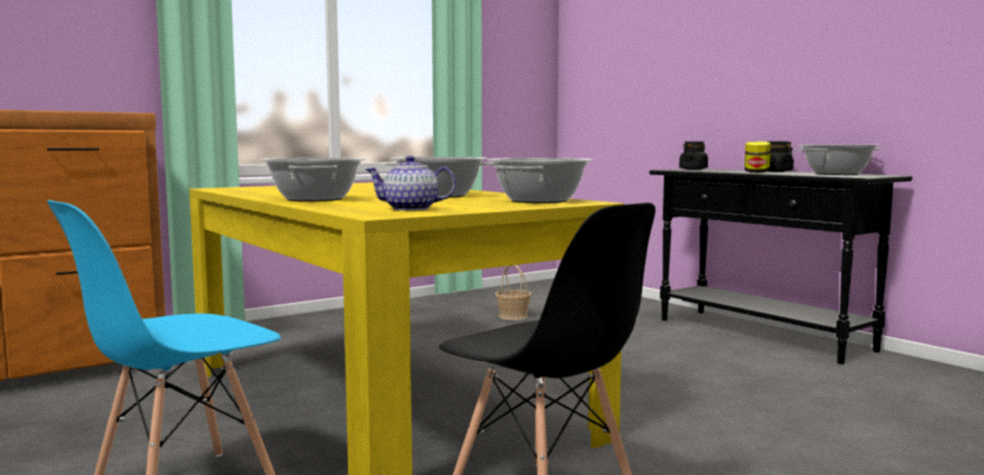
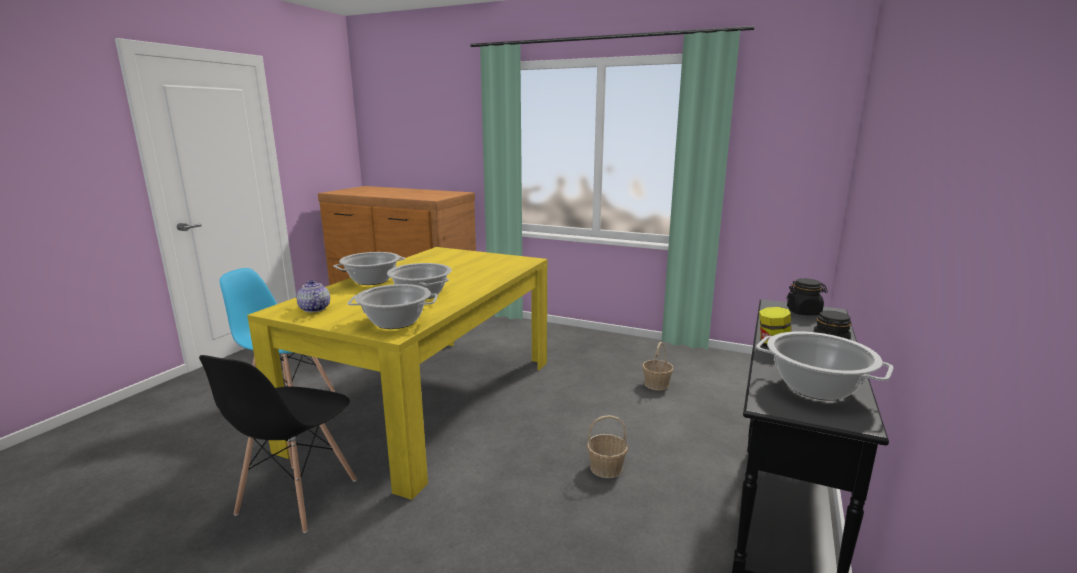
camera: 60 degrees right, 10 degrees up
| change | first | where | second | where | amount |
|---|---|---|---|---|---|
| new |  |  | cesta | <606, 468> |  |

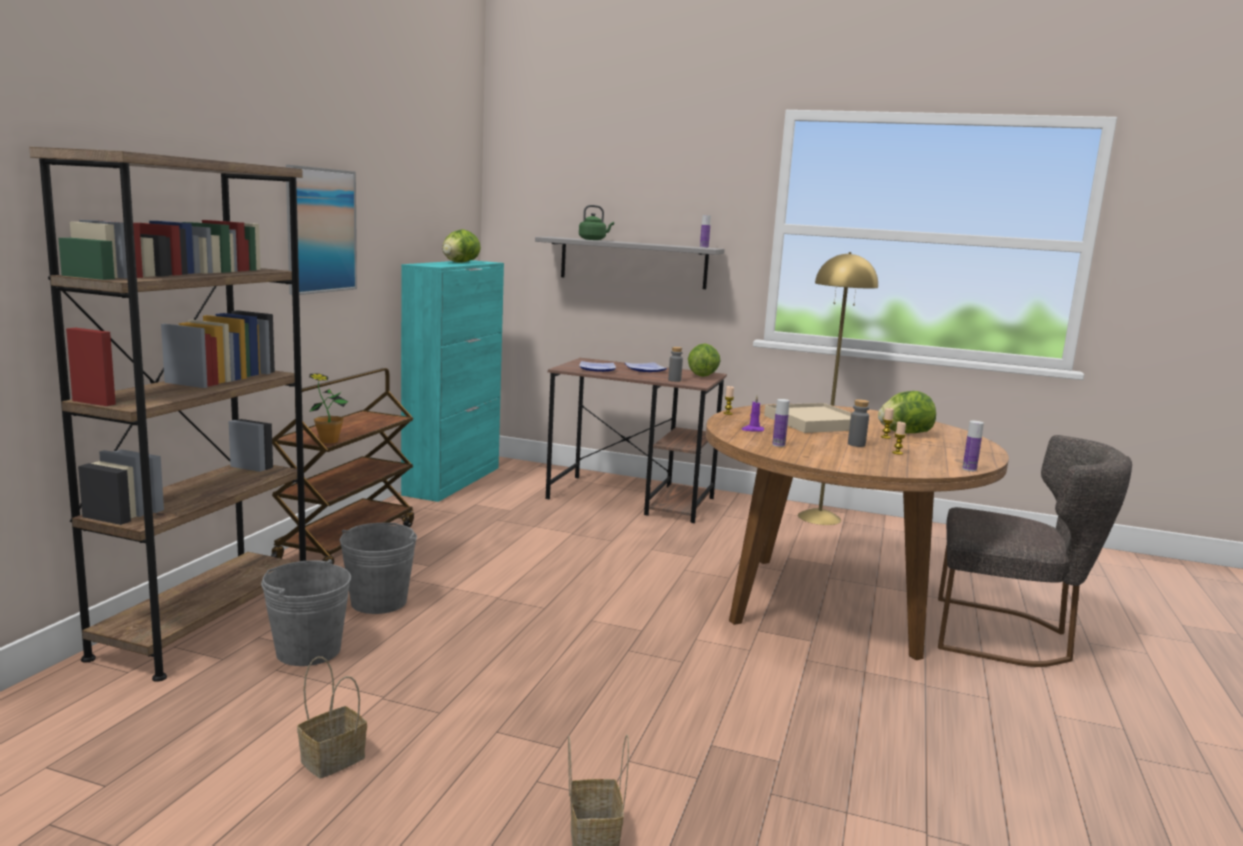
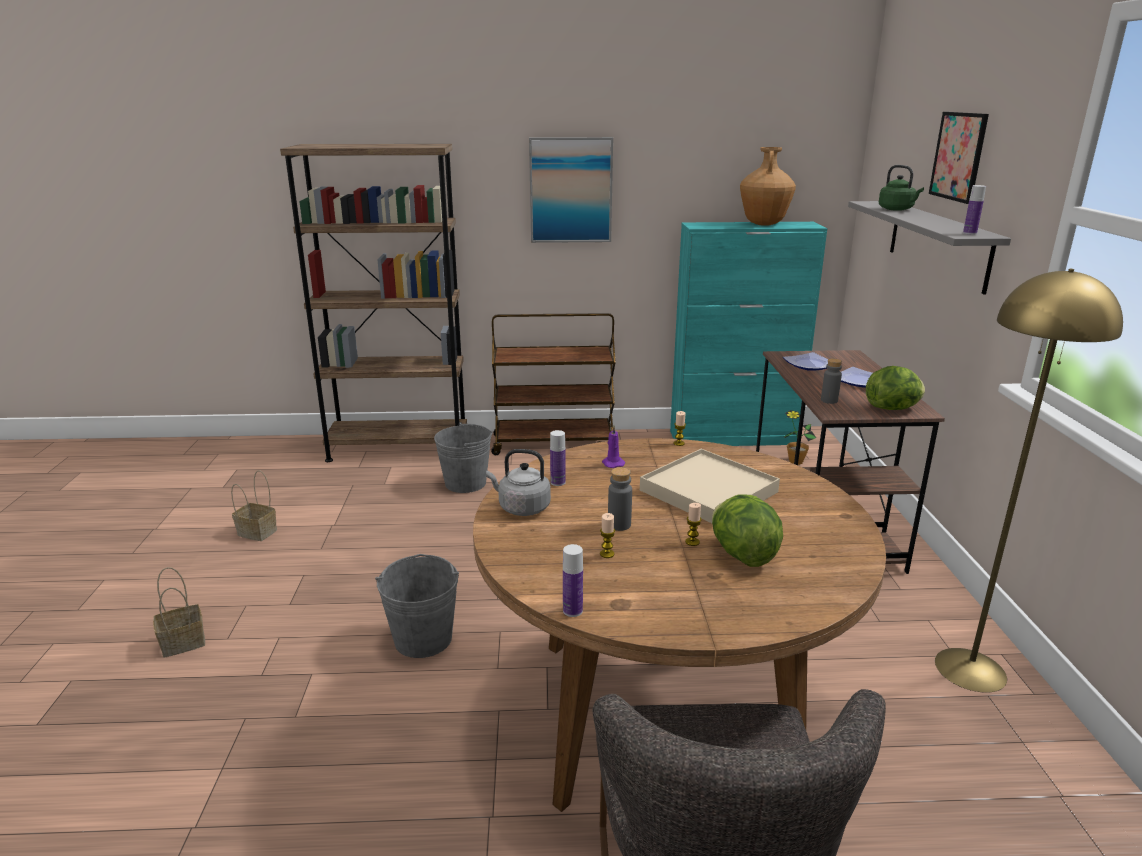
camera: 70 degrees right, 10 degrees up
| change | first | where | second | where | amount |
|---|---|---|---|---|---|
| shifted | cubo [gris] | <308, 651> |  | <423, 639> |  |
| shifted | planta en maceta | <329, 441> |  | <795, 462> |  |
| swapped | lechuga | <459, 262> | florero [marrón] | <763, 224> |  |
| new |  |  | hervidor [gris] | <521, 508> |  |
| new |  |  | cuadro | <958, 156> |  |

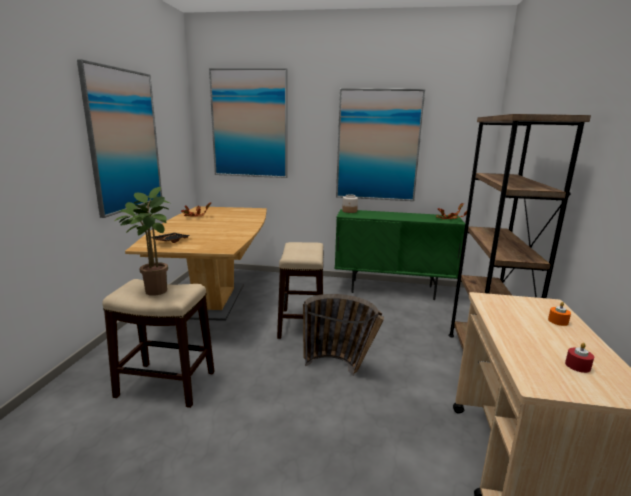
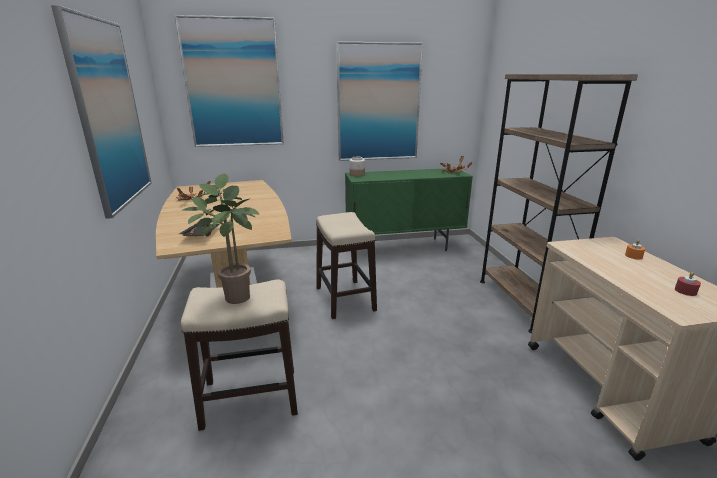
camera: 20 degrees left, 5 degrees up
| change | first | where | second | where | amount |
|---|---|---|---|---|---|
| gone | cesta | <341, 368> |  |  |  |

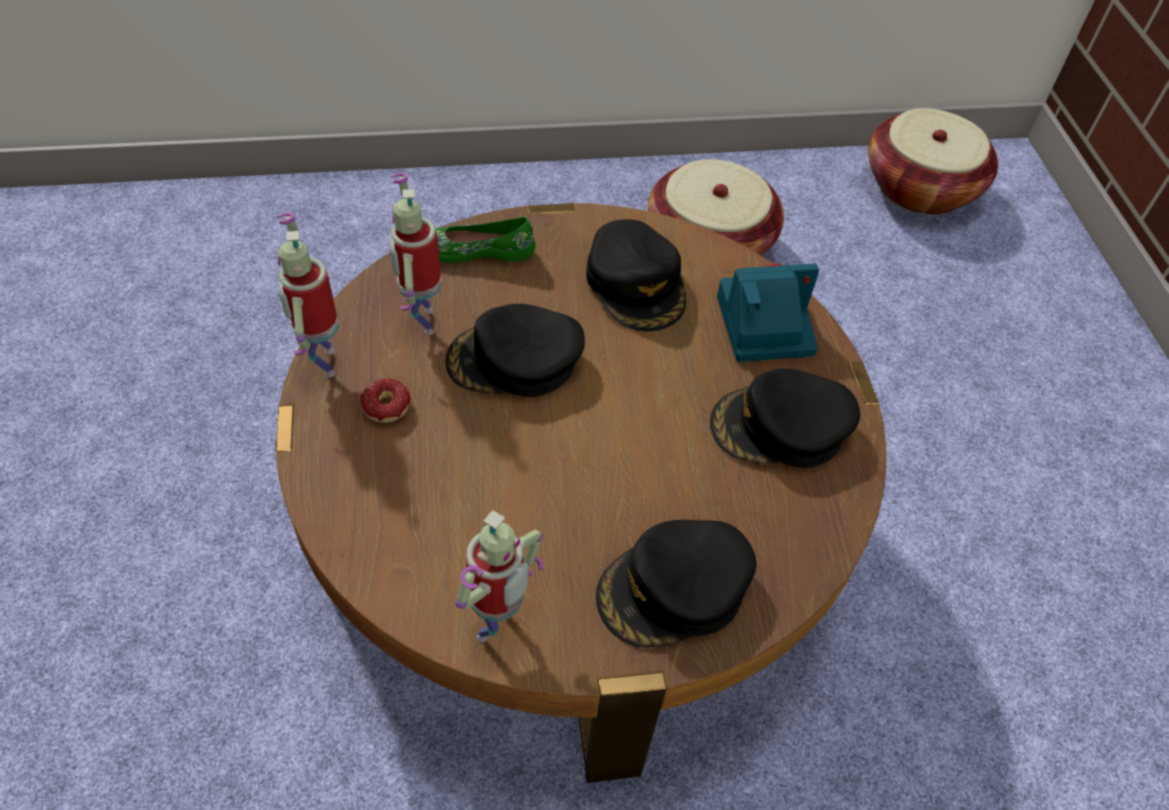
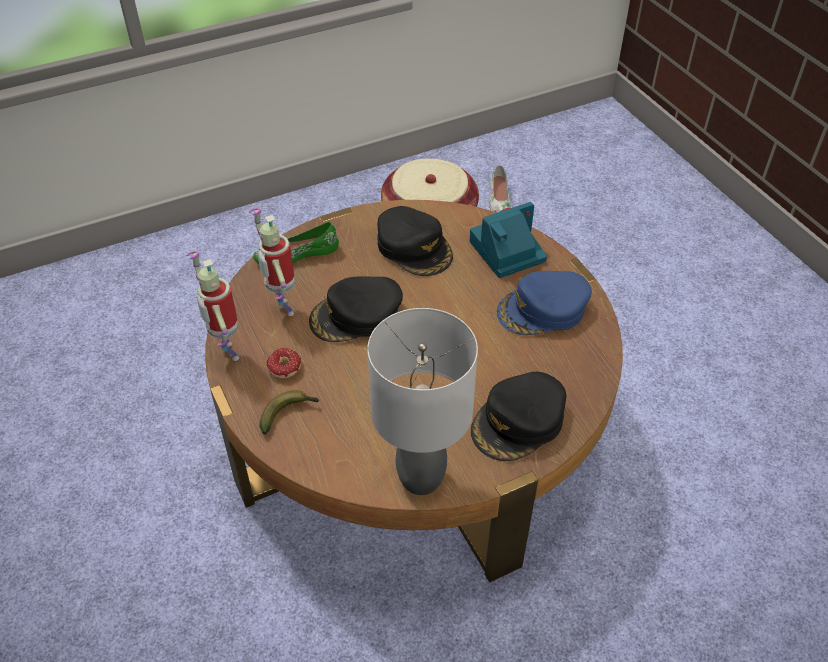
camera: 15 degrees left, 5 degrees down
| change | first | where | second | where | amount |
|---|---|---|---|---|---|
| swapped | robot de juguete | <498, 628> | lámpara de mesa [gris] | <420, 477> |  |
| repainted | gorra [negro] | <781, 427> | gorra [azul] | <543, 310> |  |
| gone | cesta | <920, 188> |  |  |  |
| new |  |  | plátano | <288, 413> |  |
| new |  |  | zapato [blanco] | <499, 201> |  |

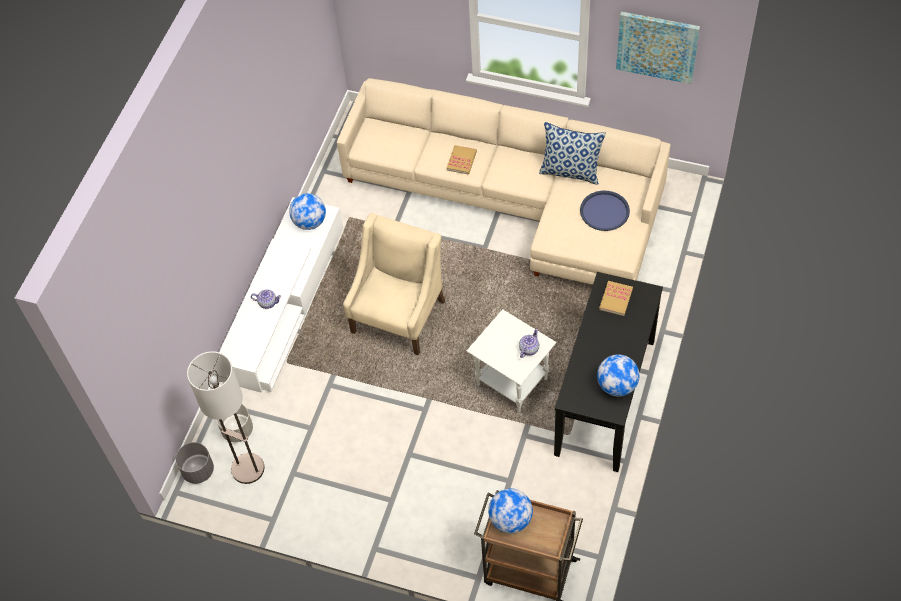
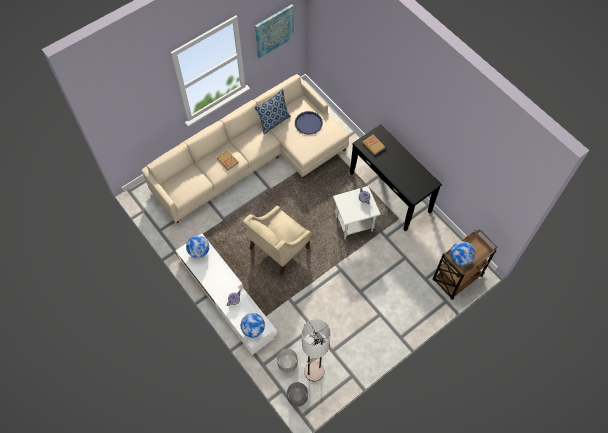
camera: 60 degrees left, 5 degrees up
| change | first | where | second | where | amount |
|---|---|---|---|---|---|
| rotated | sillón [beis] | <399, 316> |  | <278, 249> | 105 degrees counterclockwise |
| shifted | globo terráqueo | <617, 385> |  | <253, 329> |  |

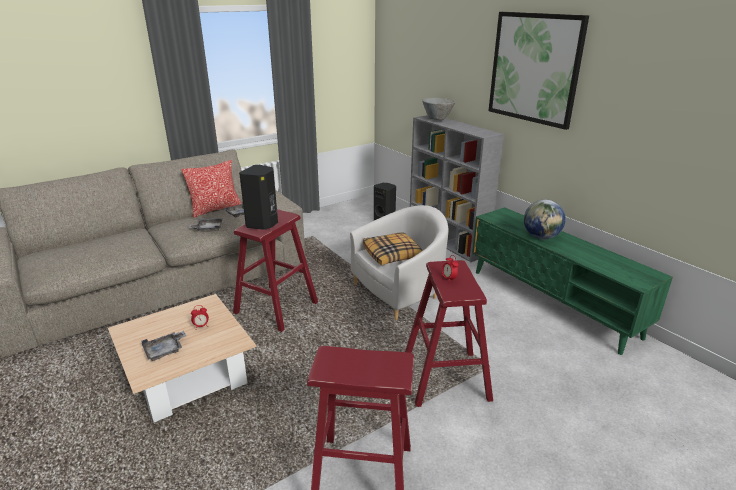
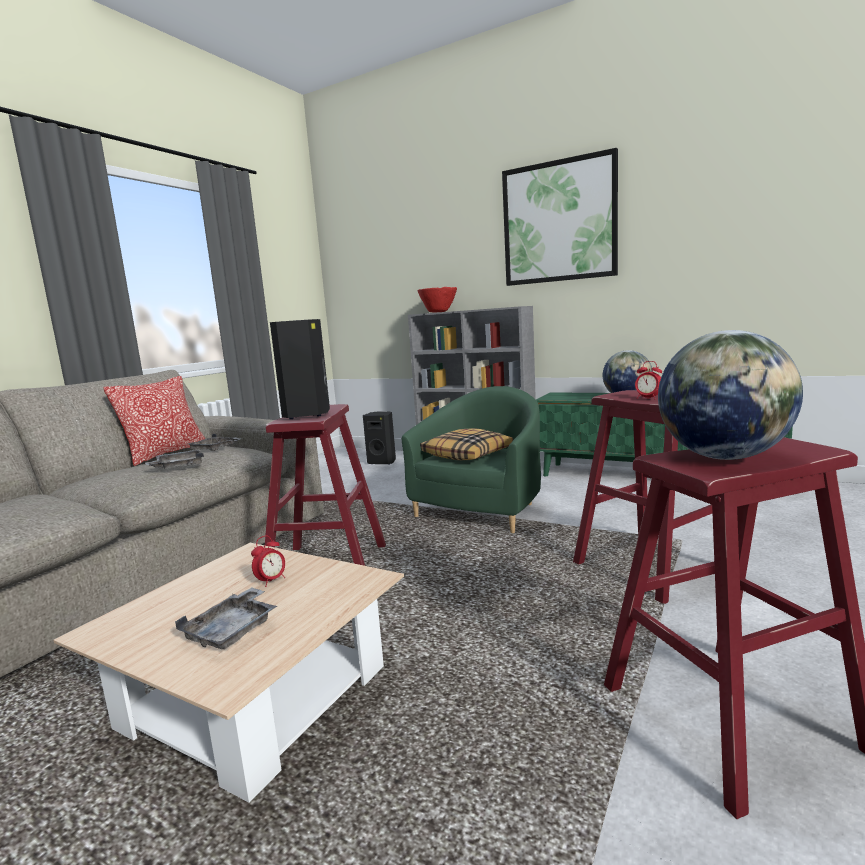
camera: 25 degrees left, 15 degrees down
| change | first | where | second | where | amount |
|---|---|---|---|---|---|
| repainted | sillón [blanco] | <400, 292> | sillón [verde] | <482, 510> |  |
| repainted | cuenco [gris] | <437, 119> | cuenco [rojo] | <438, 312> |  |
| new |  |  | globo terráqueo | <724, 457> |  |

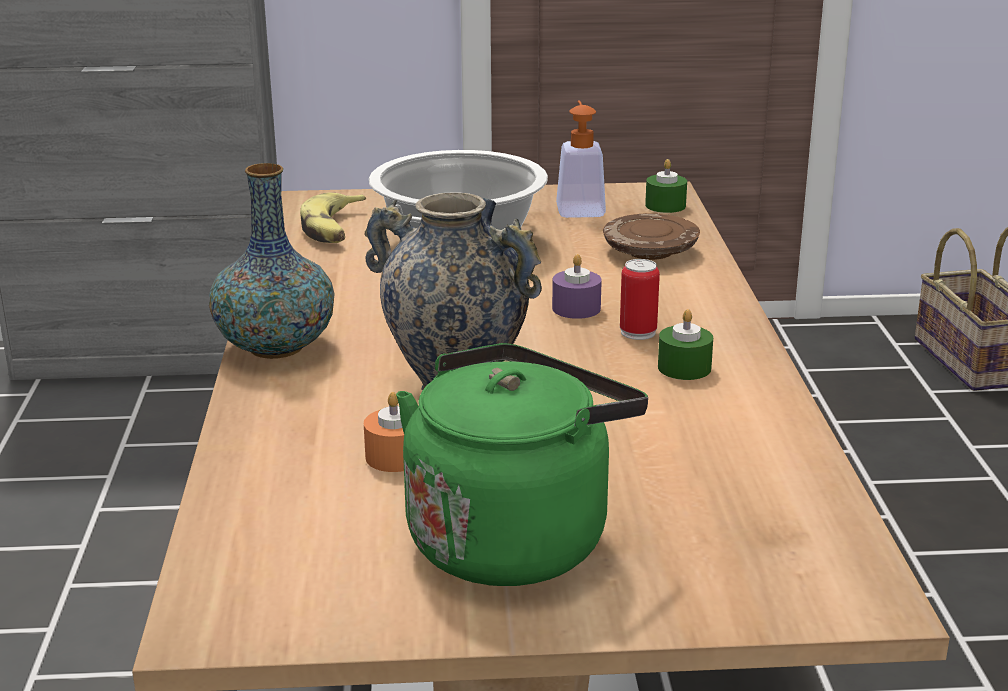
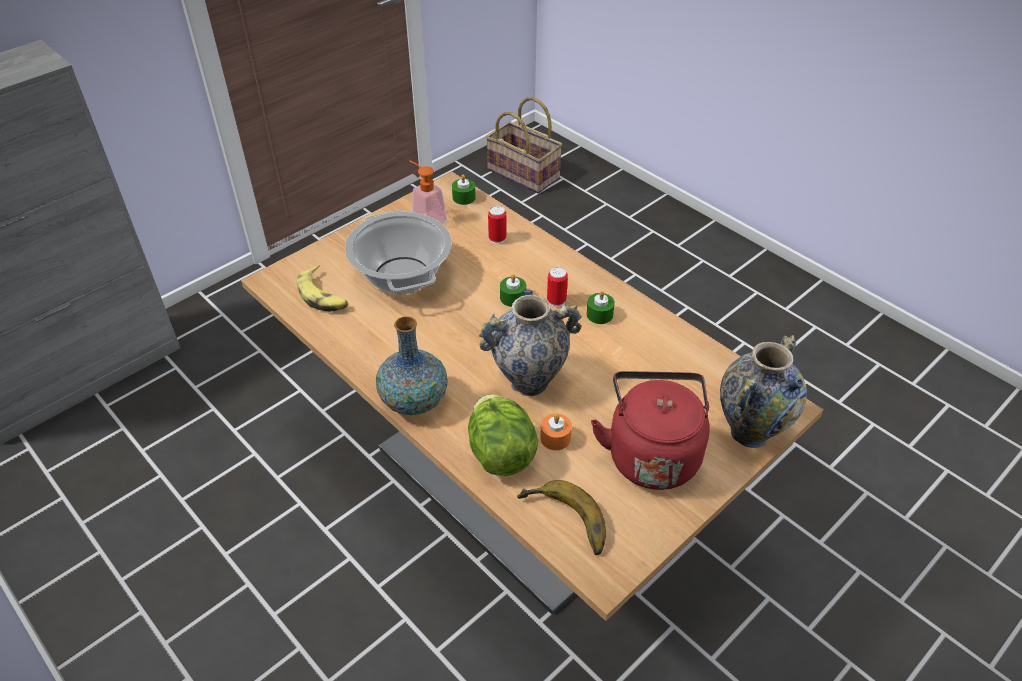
camera: 40 degrees left, 20 degrees up
| change | first | where | second | where | amount |
|---|---|---|---|---|---|
| repainted | hervidor [verde] | <514, 537> | hervidor [rojo] | <651, 453> |  |
| repainted | vela [morado] | <576, 308> | vela [verde] | <513, 298> |  |
| swapped | plato [marrón] | <650, 251> | lata | <497, 238> |  |
| new |  |  | lechuga | <500, 453> |  |
| new |  |  | plátano | <563, 524> |  |
| new |  |  | florero | <750, 432> |  |

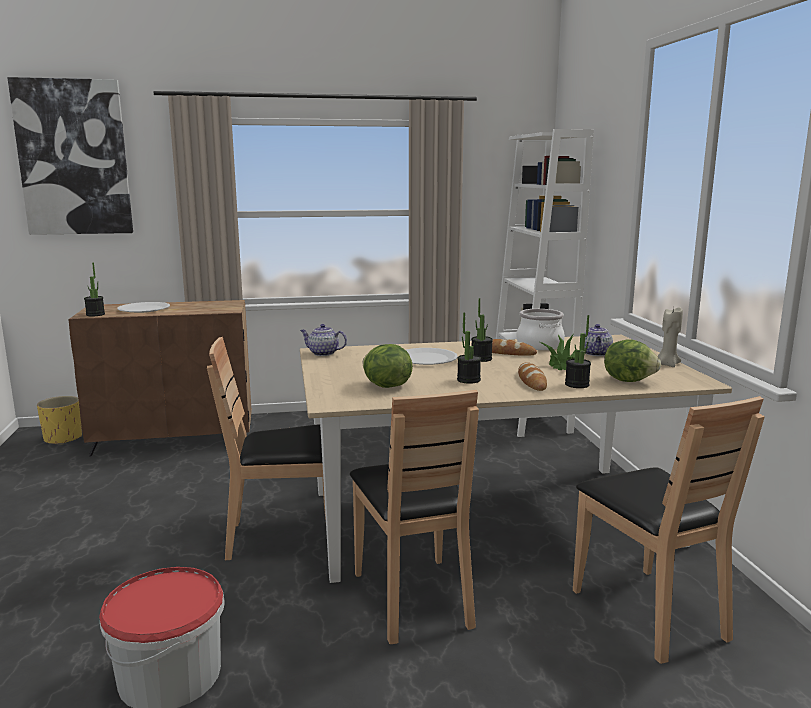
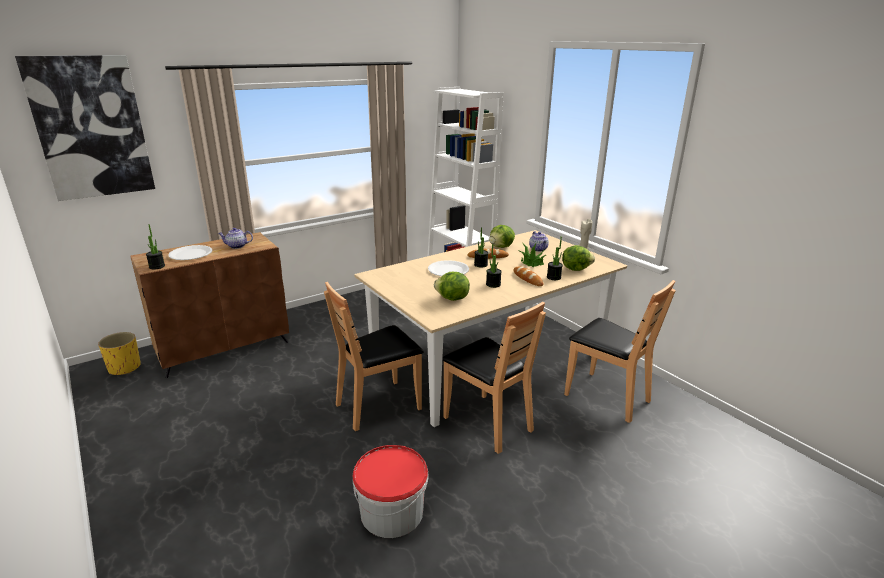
camera: 25 degrees left, 10 degrees up
| change | first | where | second | where | amount |
|---|---|---|---|---|---|
| shifted | tetera | <322, 353> |  | <236, 246> |  |
| swapped | olla | <540, 345> | lechuga | <501, 247> |  |

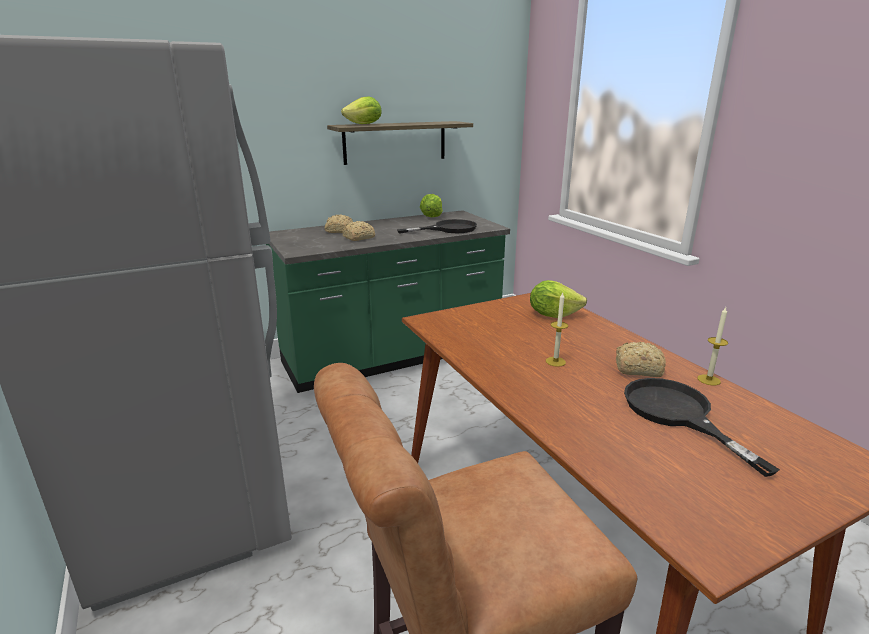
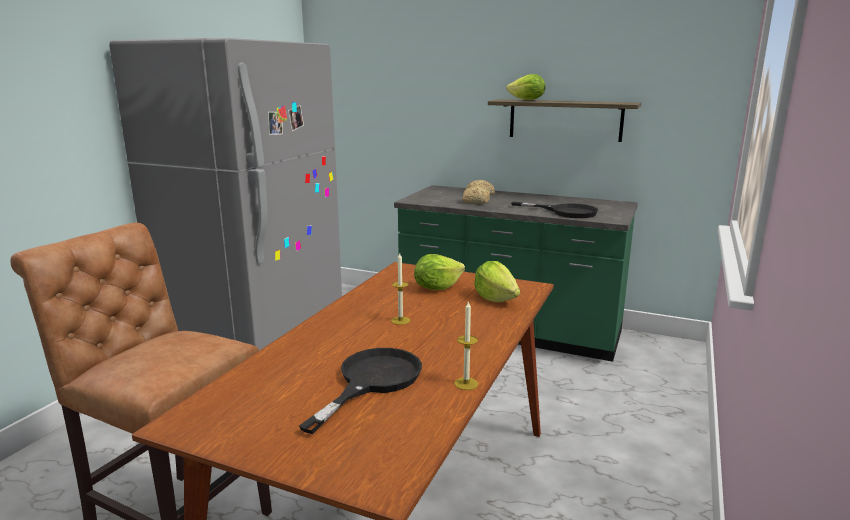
camera: 50 degrees right, 5 degrees down
| change | first | where | second | where | amount |
|---|---|---|---|---|---|
| shifted | lechuga | <431, 216> |  | <437, 287> |  |
| gone | pan | <636, 368> |  |  |  |

